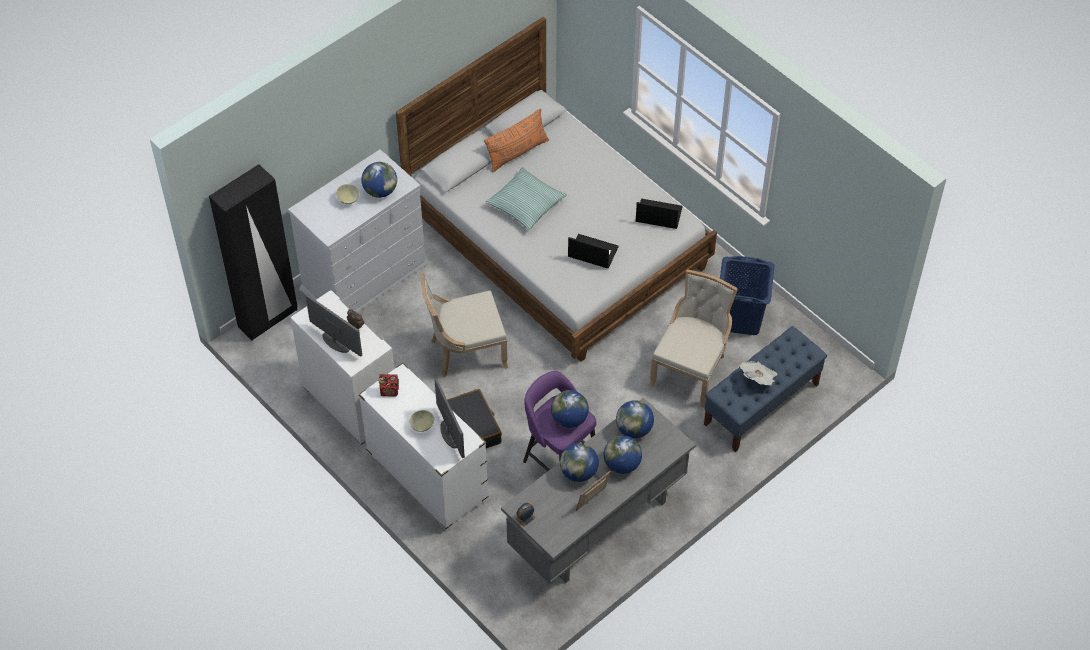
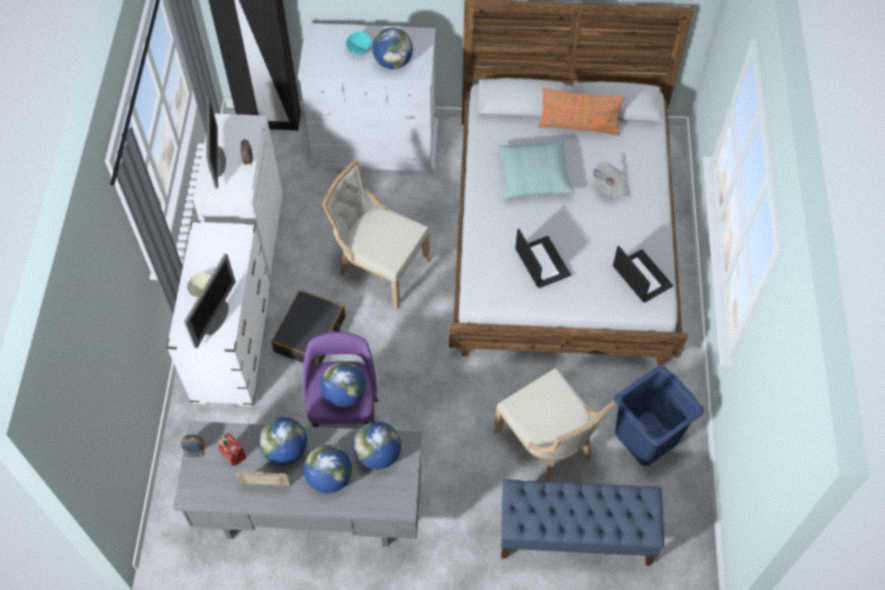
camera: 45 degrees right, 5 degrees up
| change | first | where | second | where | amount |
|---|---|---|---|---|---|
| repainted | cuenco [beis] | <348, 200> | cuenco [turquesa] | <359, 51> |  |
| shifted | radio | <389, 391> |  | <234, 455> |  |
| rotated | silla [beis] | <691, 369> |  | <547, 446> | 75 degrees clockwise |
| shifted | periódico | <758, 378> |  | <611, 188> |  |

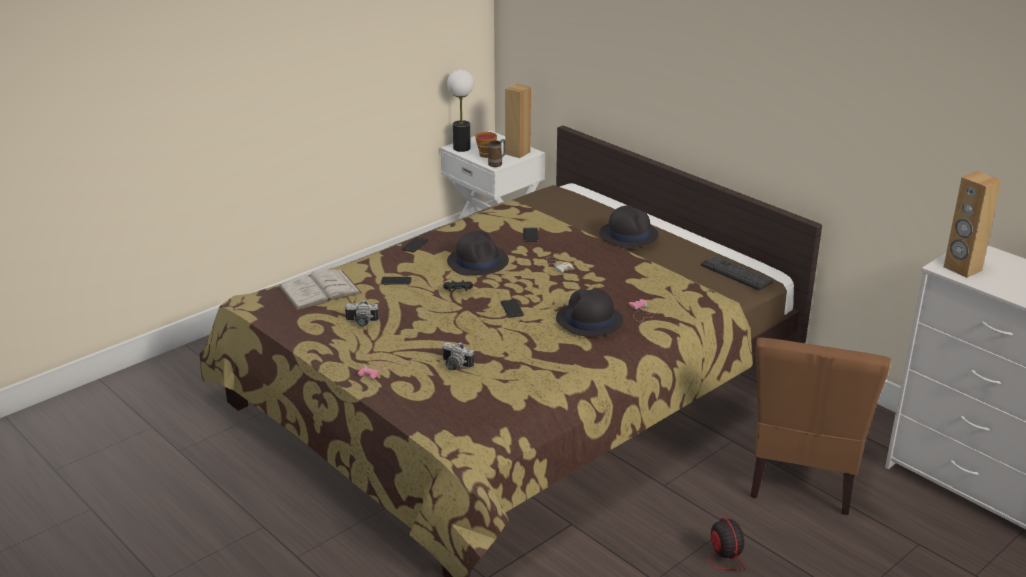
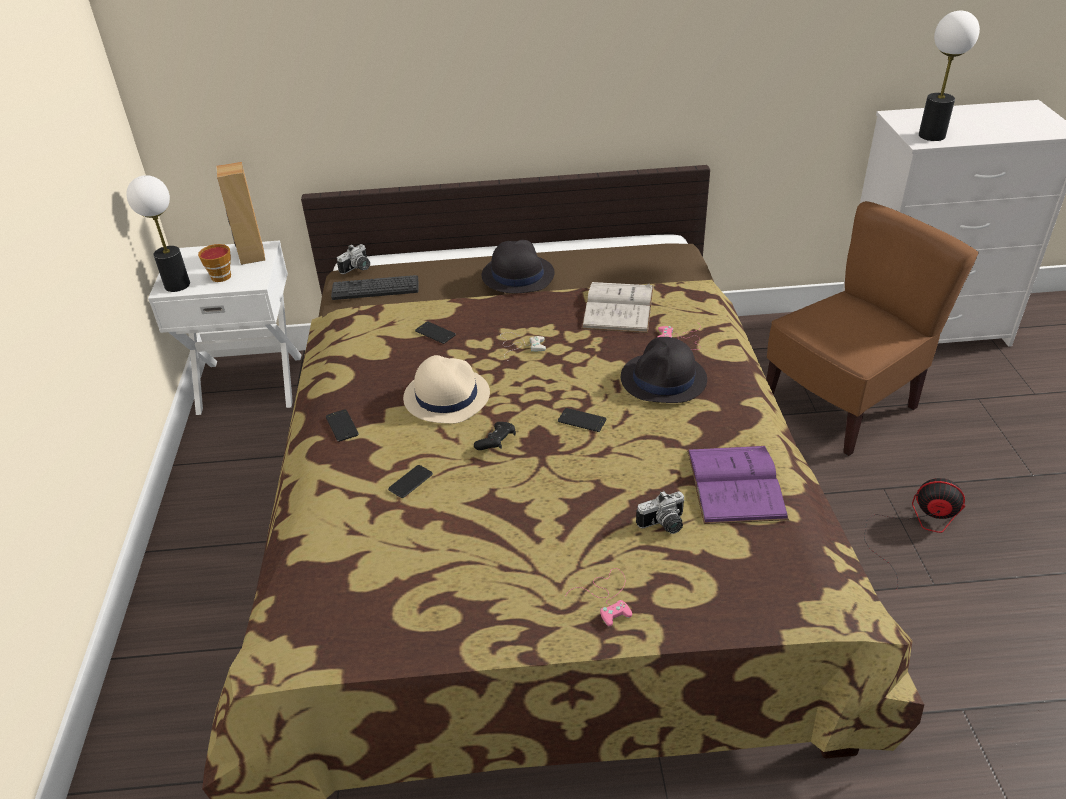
camera: 50 degrees left, 10 degrees up
| change | first | where | second | where | amount |
|---|---|---|---|---|---|
| shifted | libro [blanco] | <320, 290> |  | <618, 307> |  |
| shifted | cámara | <361, 323> |  | <358, 269> |  |
| repainted | sombrero [negro] | <478, 261> | sombrero [beis] | <446, 396> |  |
| gone | taza grande | <497, 163> |  |  |  |
| shifted | teclado | <736, 274> |  | <375, 289> |  |
| rotated | silla [marrón] | <803, 475> |  | <842, 405> | 90 degrees counterclockwise |
| swapped | altavoz [marrón] | <962, 269> | lámpara de mesa | <932, 135> |  |
| new |  |  | libro [morado] | <735, 483> |  |

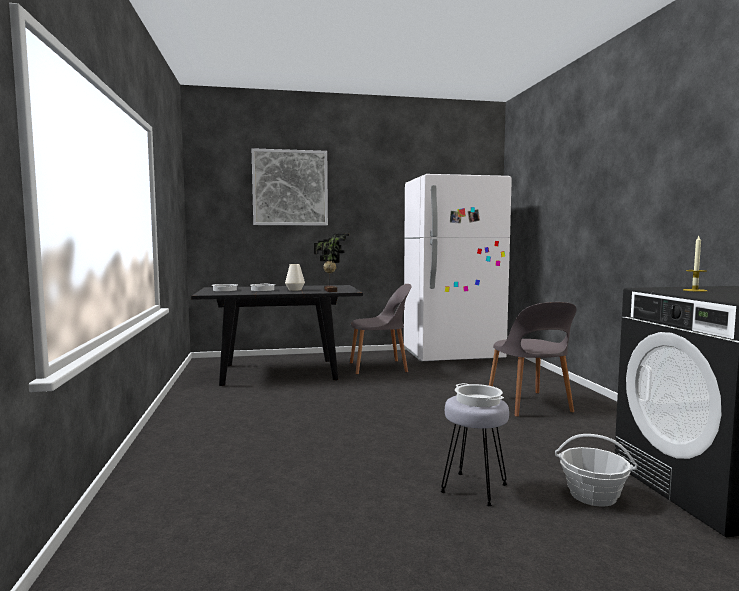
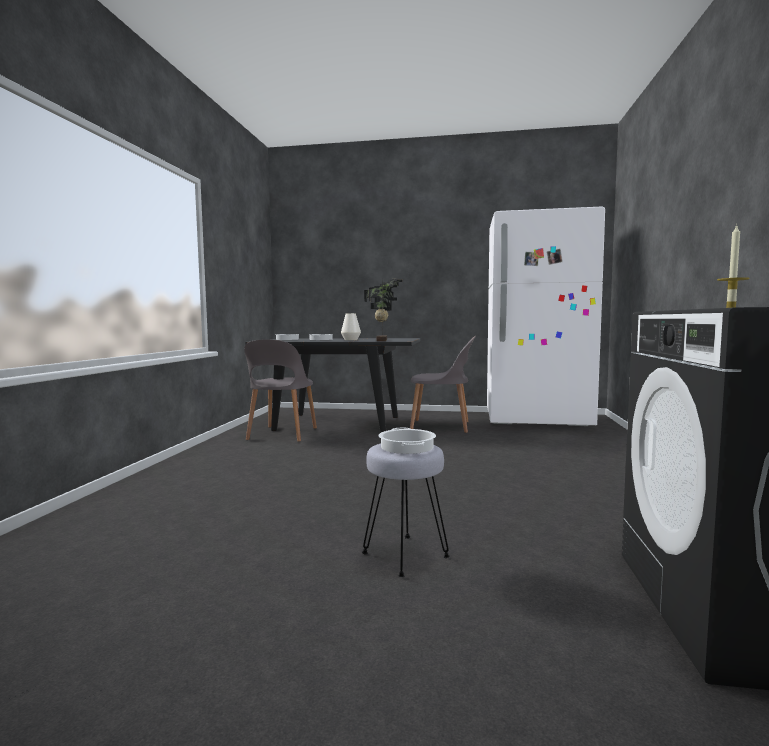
camera: 20 degrees right, 0 degrees up
| change | first | where | second | where | amount |
|---|---|---|---|---|---|
| gone | cuadro | <290, 188> |  |  |  |
| shifted | silla [gris] | <529, 405> |  | <282, 434> |  |
| gone | cesta | <592, 495> |  |  |  |

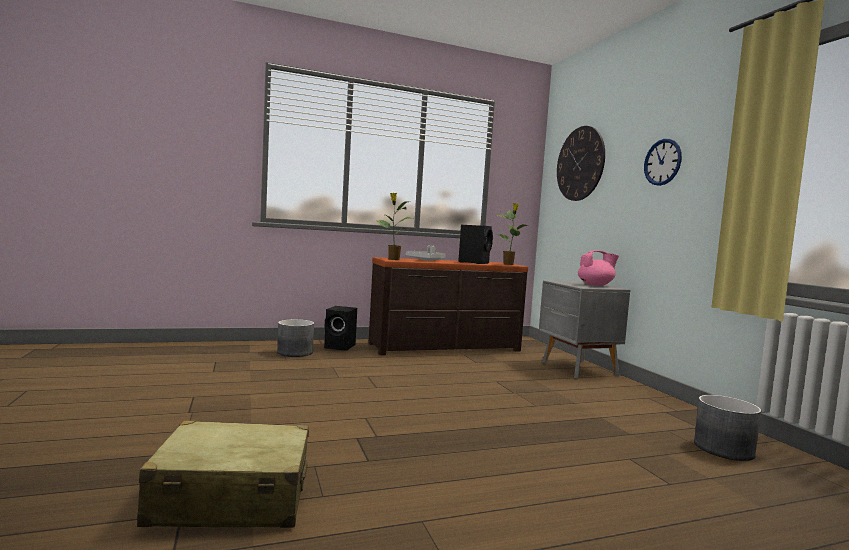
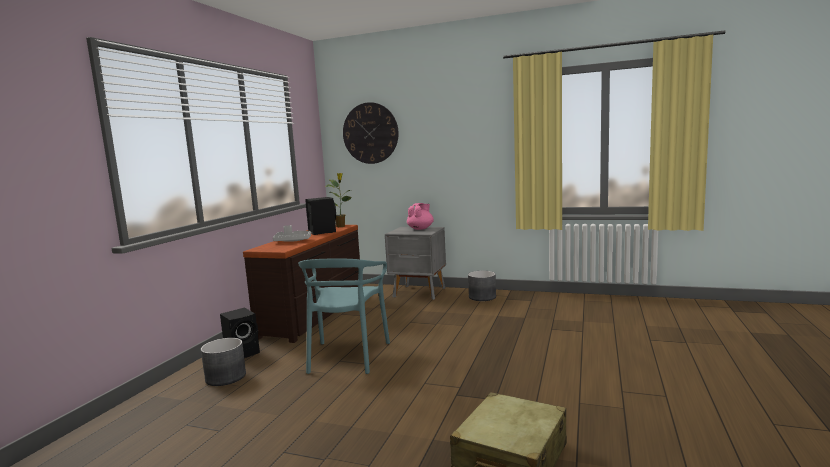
camera: 50 degrees left, 5 degrees up
| change | first | where | second | where | amount |
|---|---|---|---|---|---|
| gone | planta en maceta | <393, 259> |  |  |  |
| gone | reloj de pared | <662, 162> |  |  |  |
| shifted | maceta [gris] | <724, 449> |  | <482, 297> |  |
| new |  |  | silla [turquesa] | <347, 356> |  |

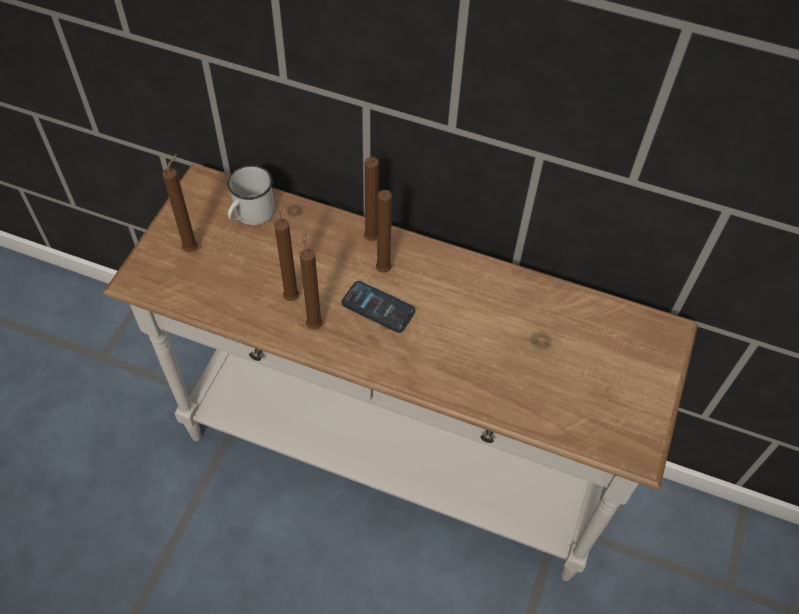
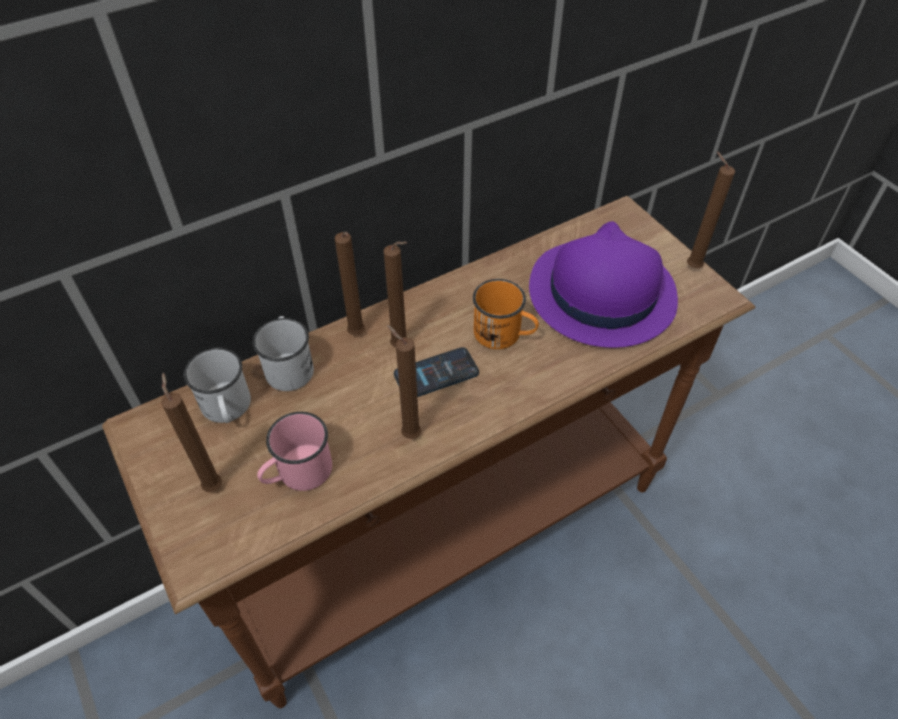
camera: 50 degrees left, 5 degrees down
| change | first | where | second | where | amount |
|---|---|---|---|---|---|
| repainted | mesa consola [blanco] | <392, 459> | mesa consola [marrón] | <449, 542> |  |
| shifted | vela [marrón] | <292, 295> |  | <691, 266> |  |
| new |  |  | taza grande [blanco] | <289, 365> |  |
| new |  |  | taza grande [rosa] | <298, 473> |  |
| new |  |  | taza grande [naranja] | <504, 335> |  |
| new |  |  | sombrero [morado] | <601, 293> |  |

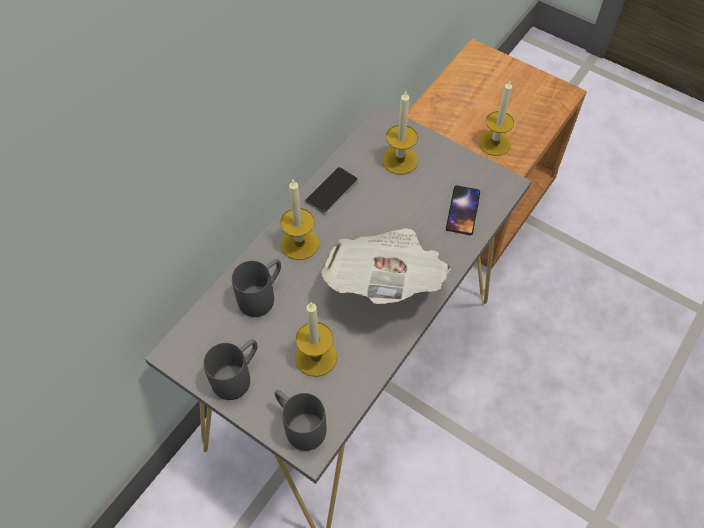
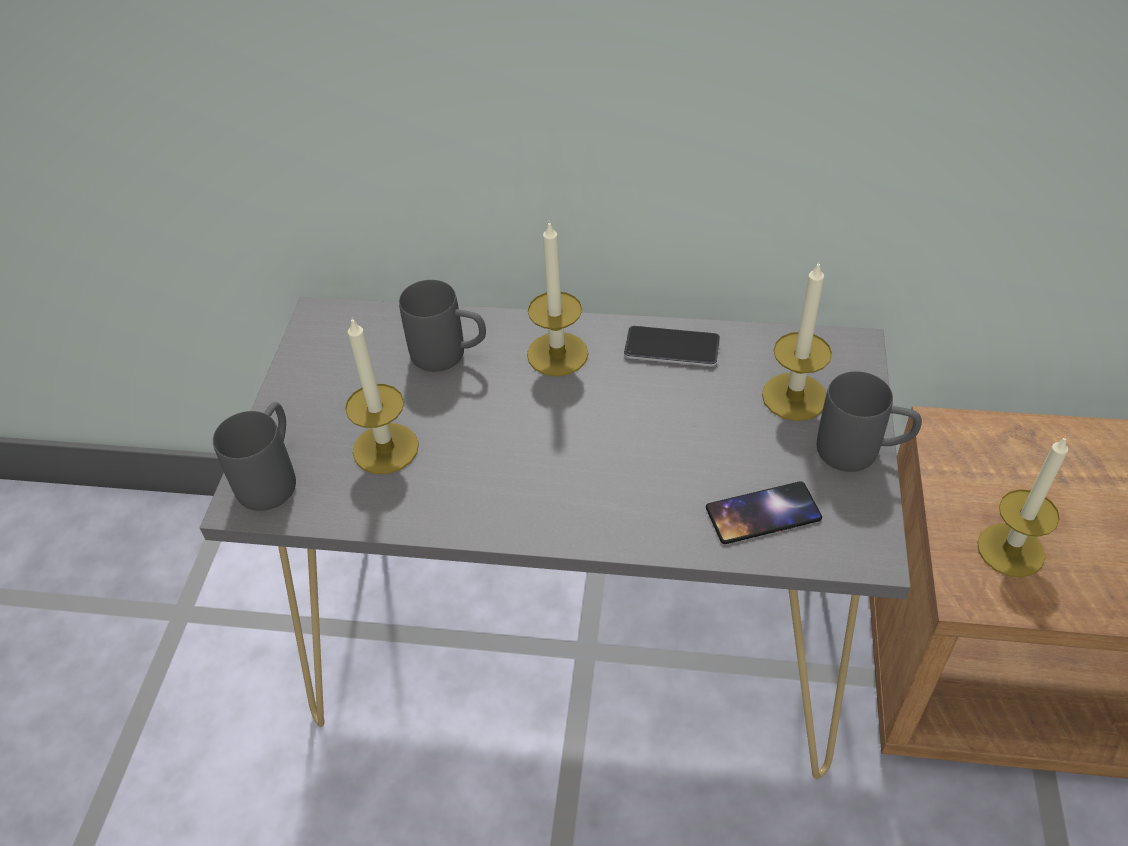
camera: 65 degrees right, 10 degrees down
| change | first | where | second | where | amount |
|---|---|---|---|---|---|
| shifted | taza grande [gris] | <238, 375> |  | <862, 452> |  |
| gone | periódico | <385, 280> |  |  |  |

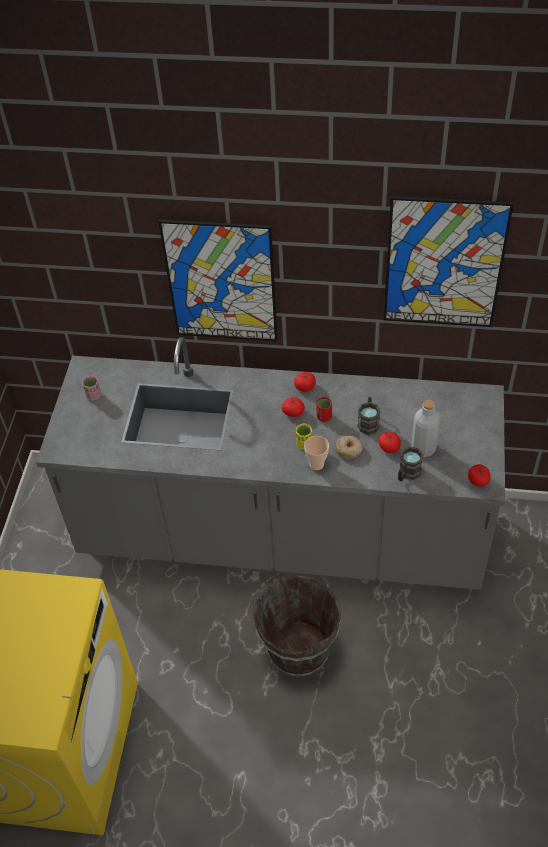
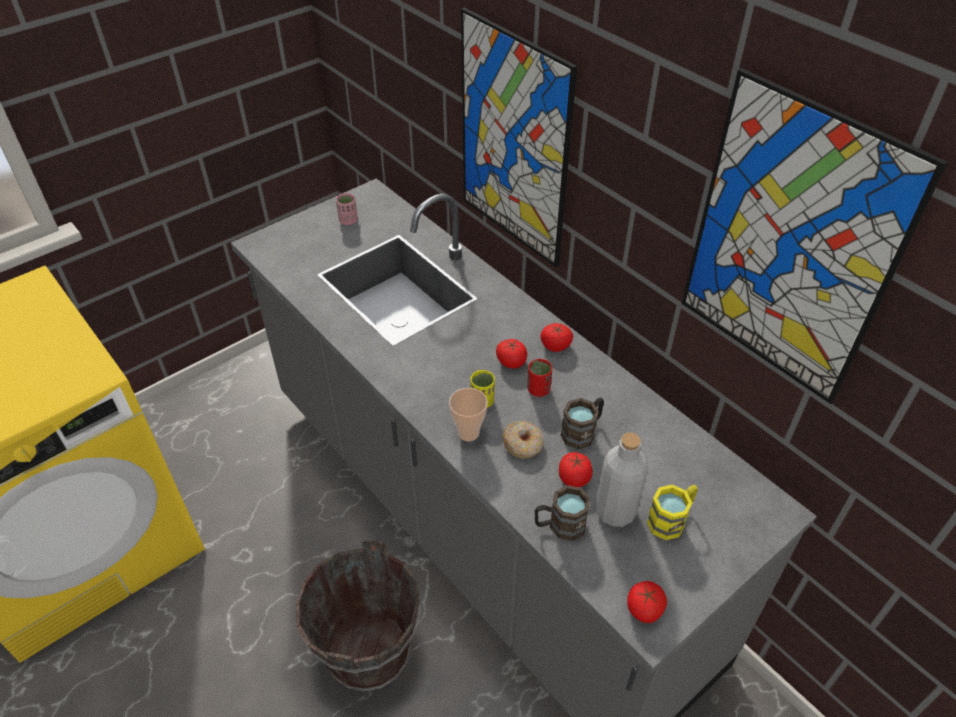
camera: 40 degrees right, 5 degrees down
| change | first | where | second | where | amount |
|---|---|---|---|---|---|
| new |  |  | taza grande [amarillo] | <671, 519> |  |

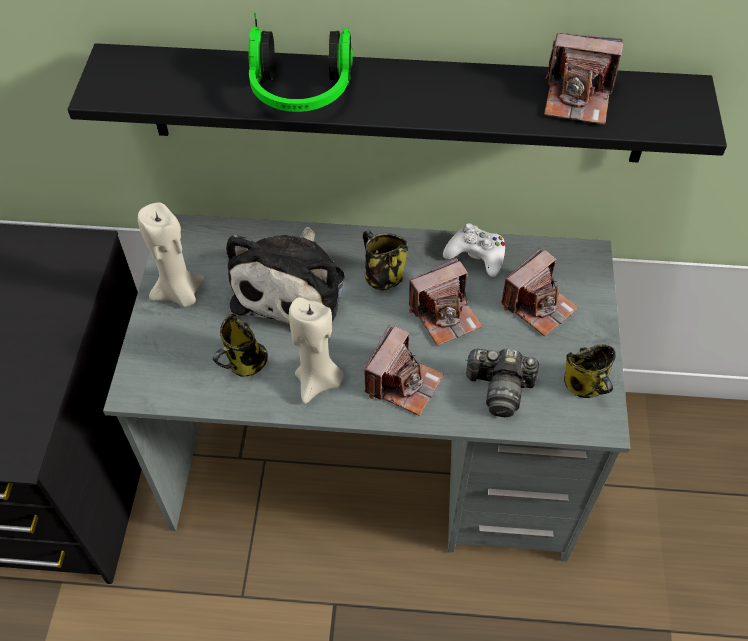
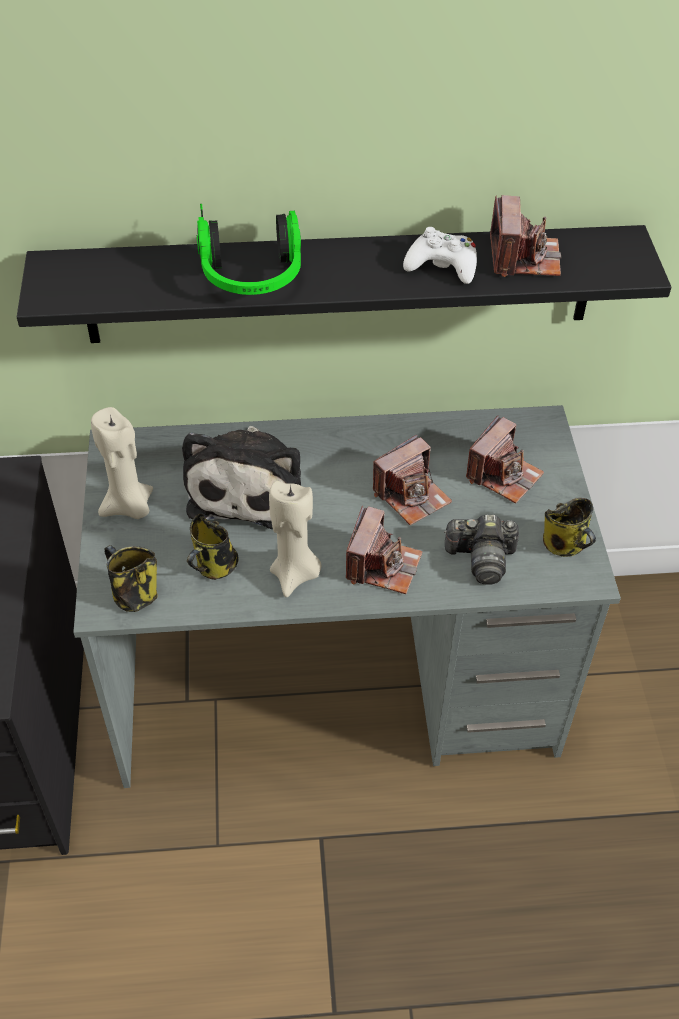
camera: 10 degrees left, 5 degrees down
| change | first | where | second | where | amount |
|---|---|---|---|---|---|
| shifted | taza grande | <382, 276> |  | <133, 595> |  |
| shifted | mando de consola [blanco] | <476, 255> |  | <442, 265> |  |
| rotated | cámara | <578, 98> |  | <523, 258> | 90 degrees counterclockwise |

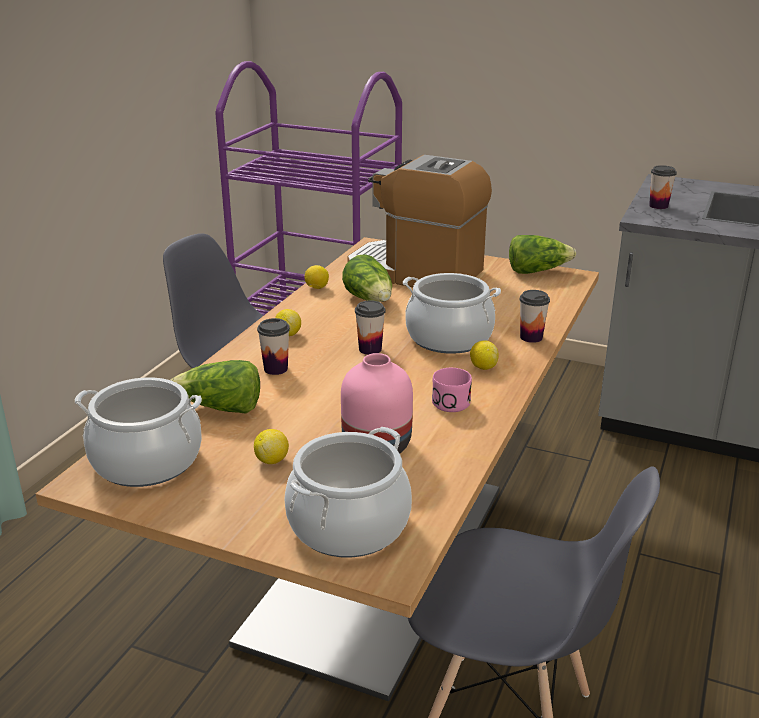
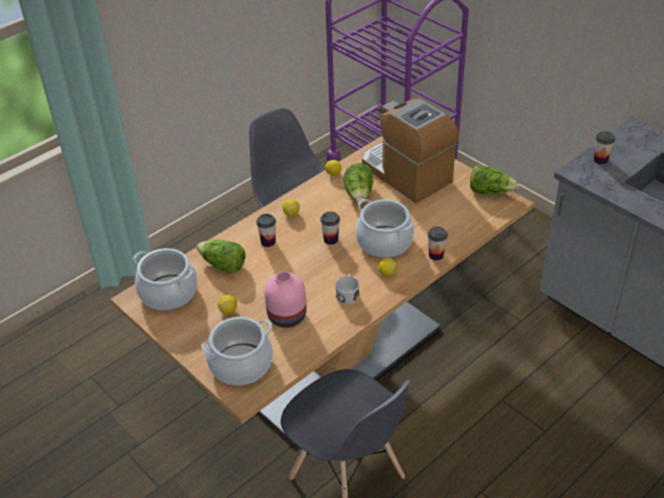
camera: 25 degrees right, 15 degrees up
| change | first | where | second | where | amount |
|---|---|---|---|---|---|
| repainted | taza grande [rosa] | <448, 400> | taza grande [blanco] | <348, 294> |  |

